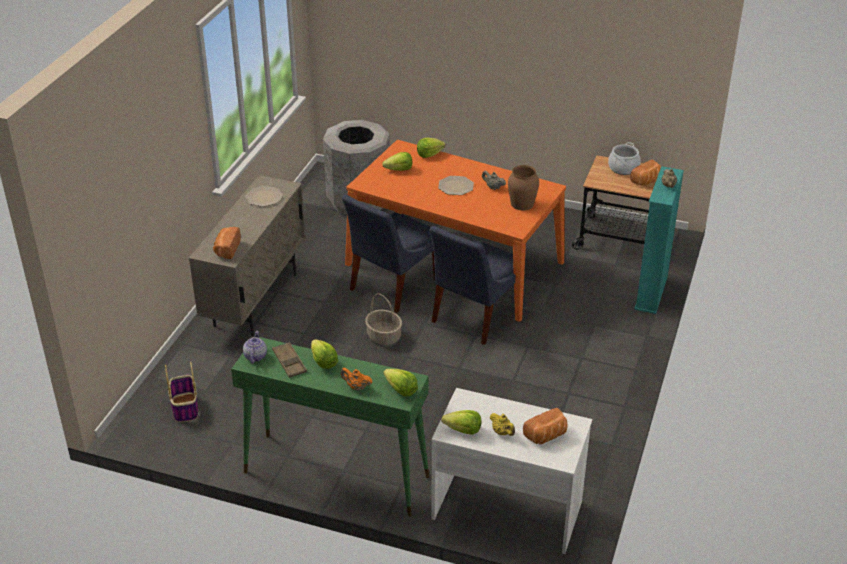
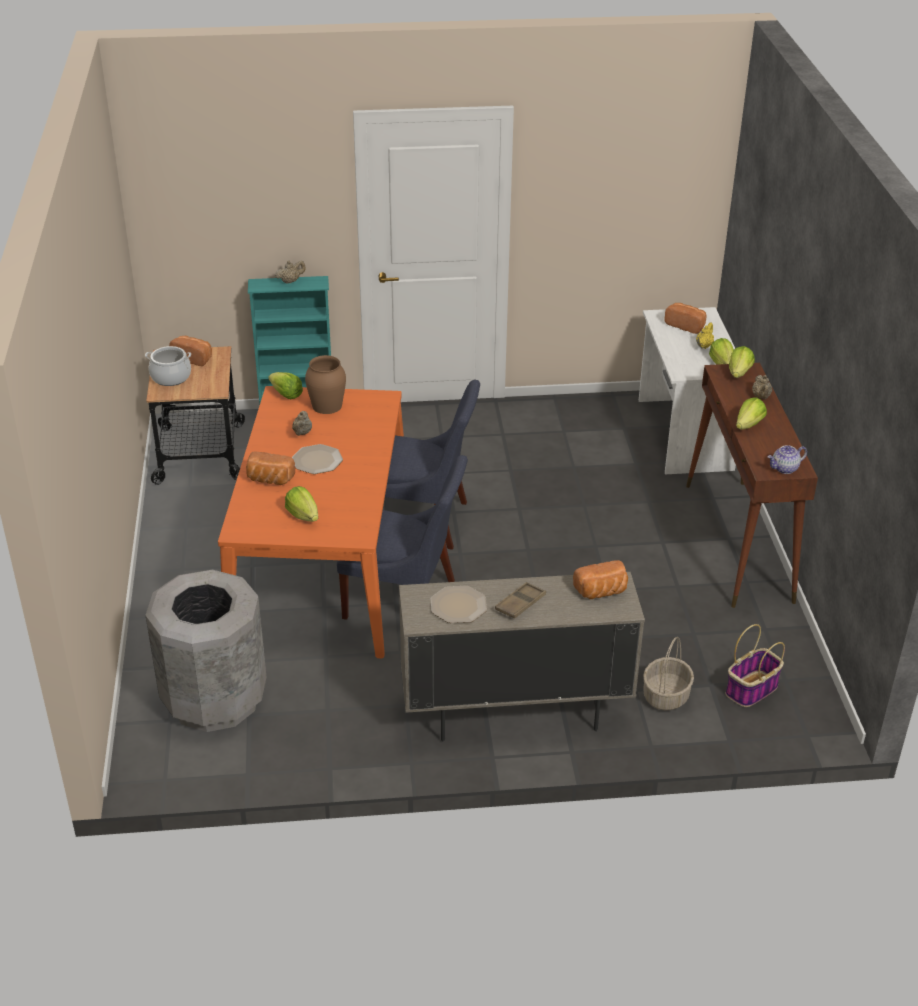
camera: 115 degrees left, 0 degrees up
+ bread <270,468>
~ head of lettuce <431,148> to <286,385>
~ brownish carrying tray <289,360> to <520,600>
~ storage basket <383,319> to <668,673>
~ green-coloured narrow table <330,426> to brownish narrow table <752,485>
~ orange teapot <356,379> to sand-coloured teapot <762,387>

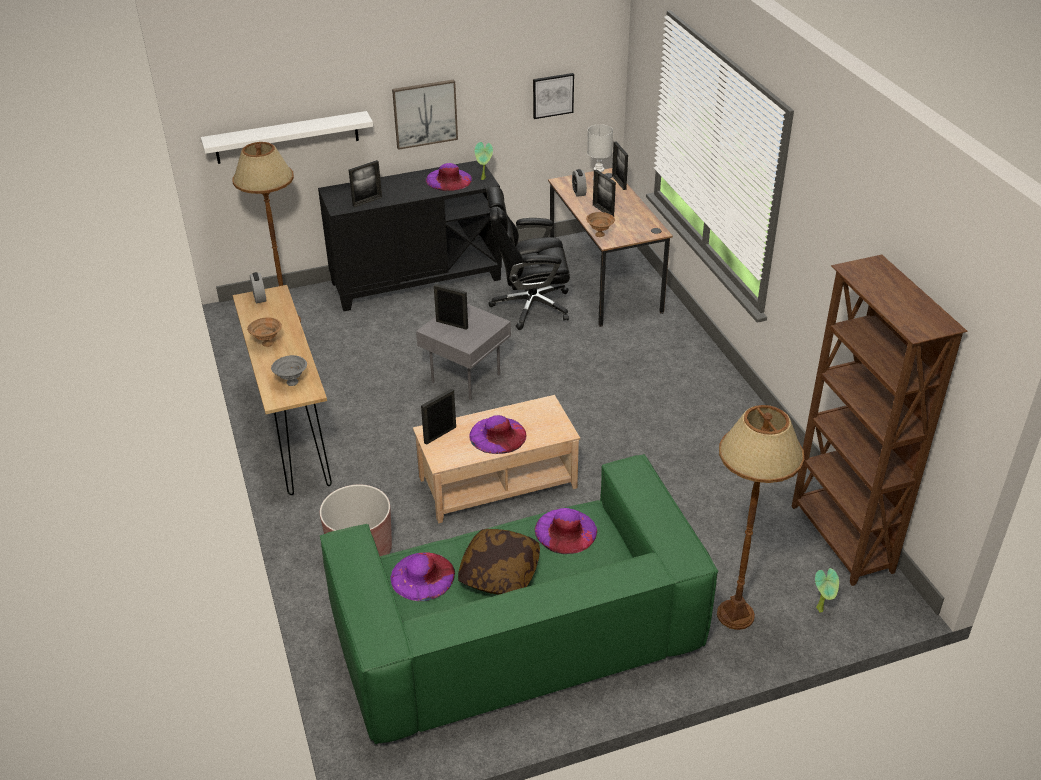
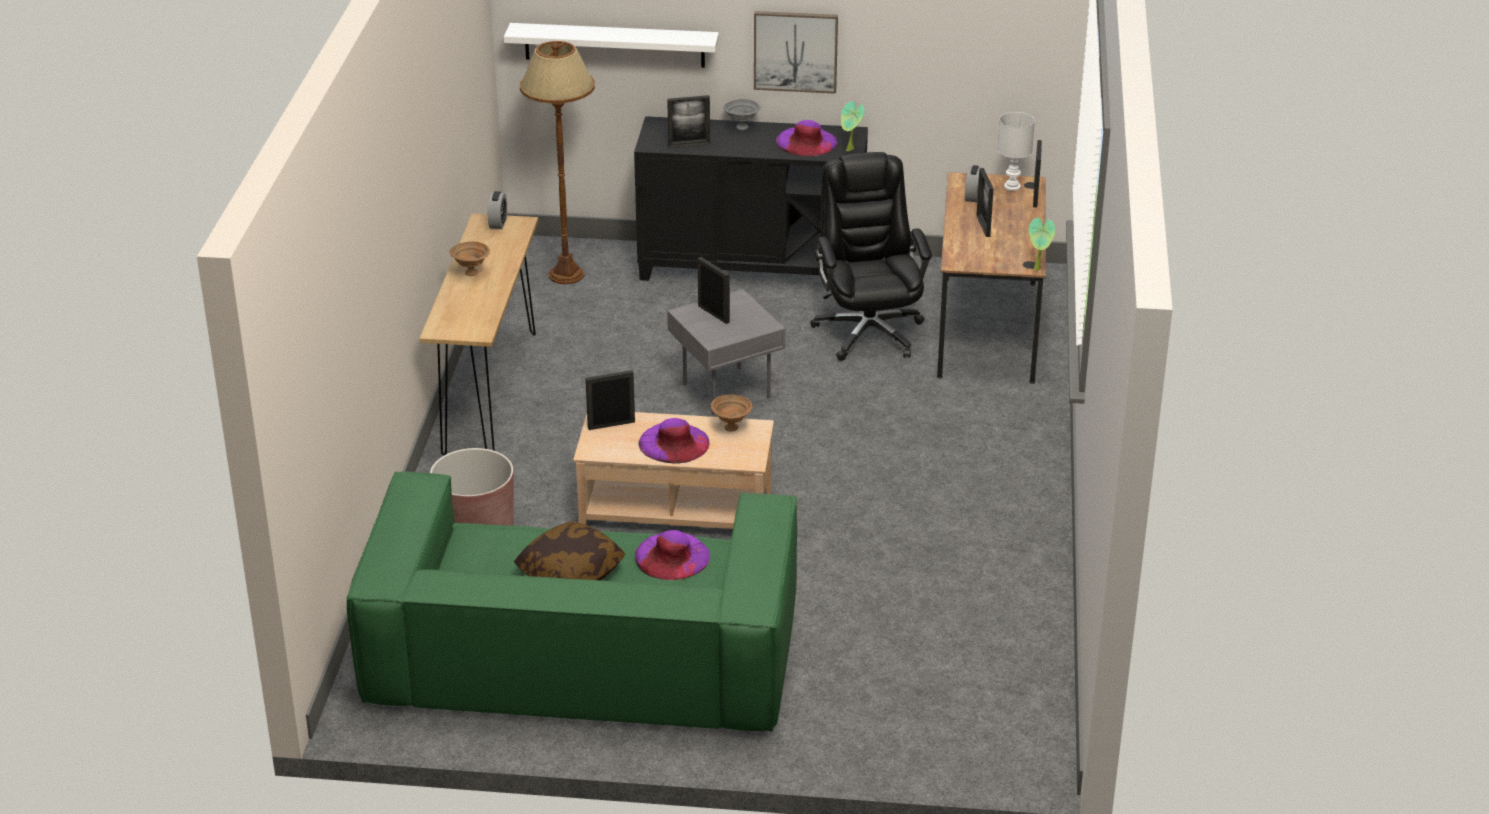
camera: 25 degrees right, 5 degrees down
~ brownish bowl <600,224> to <732,413>
~ grey bowl <289,370> to <742,114>
~ blackish computer chair <528,258> = <871,256> 60 degrees clockwise
~ houseplant <827,590> to <1042,244>
- purple-coloured wearable hat <423,576>
- wall picture <553,96>
- brownish floor lamp <760,517>
- brownish bookshelf <880,420>

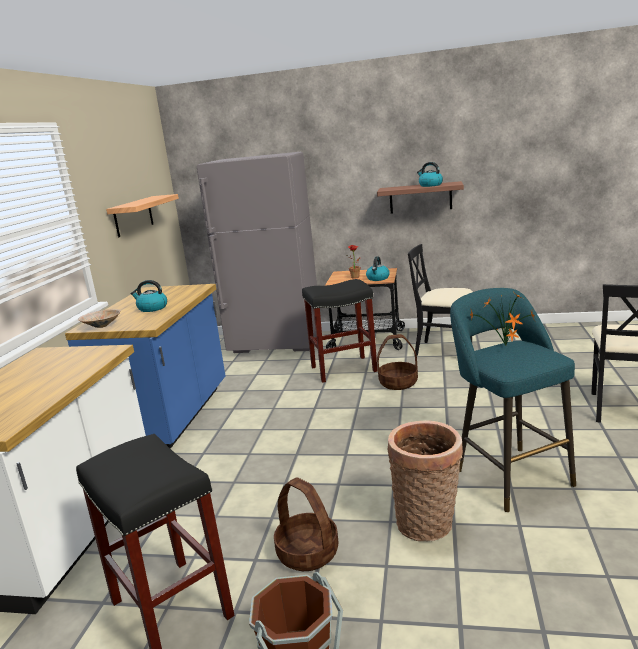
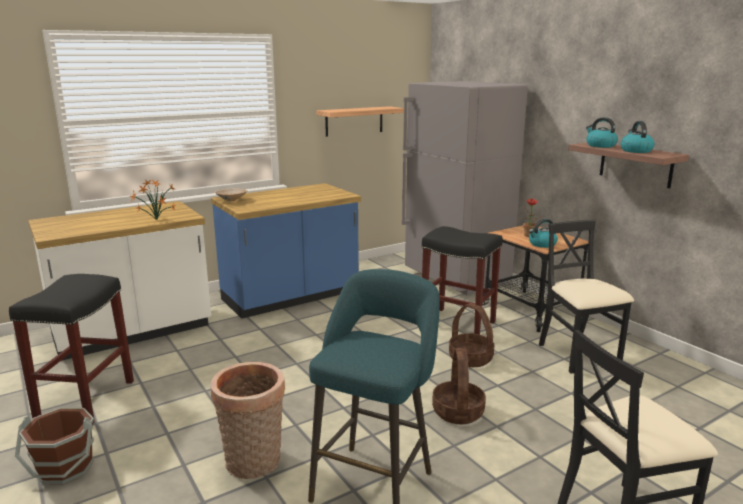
camera: 45 degrees right, 0 degrees up
~ houseplant <502,318> to <153,199>
~ storage basket <306,524> to <459,386>
~ water kettle <149,296> to <602,132>

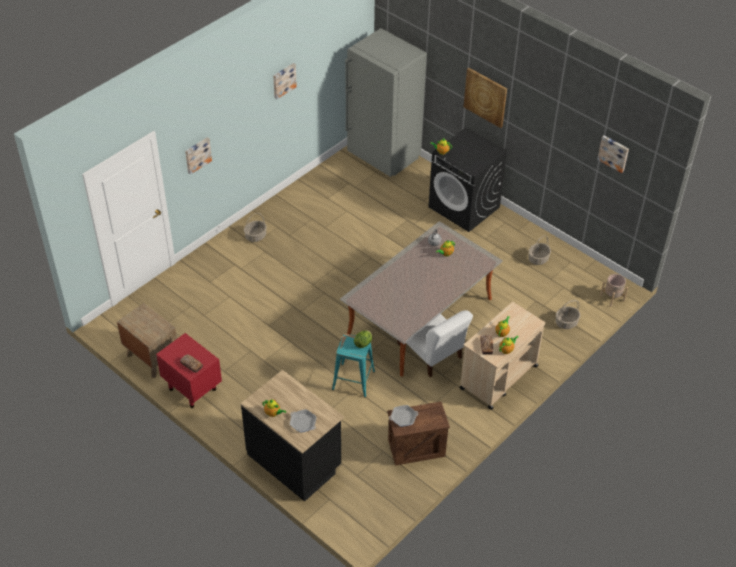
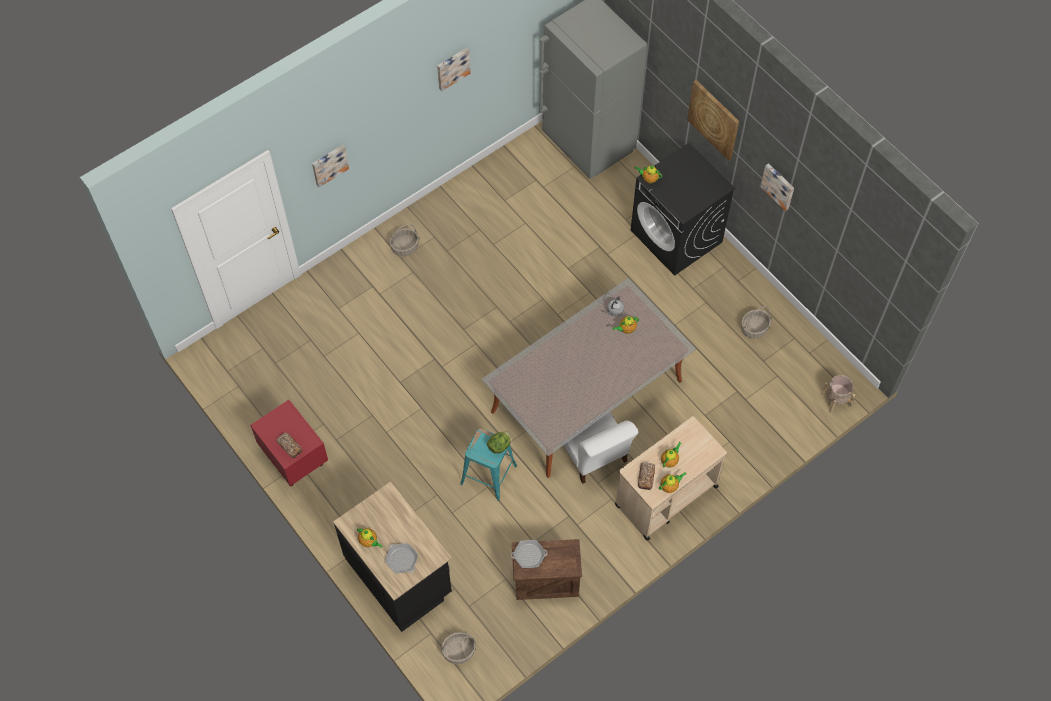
camera: 10 degrees right, 15 degrees up
~ storage basket <568,314> to <458,648>
~ wall picture <613,154> to <777,187>
- brownish night table <147,340>

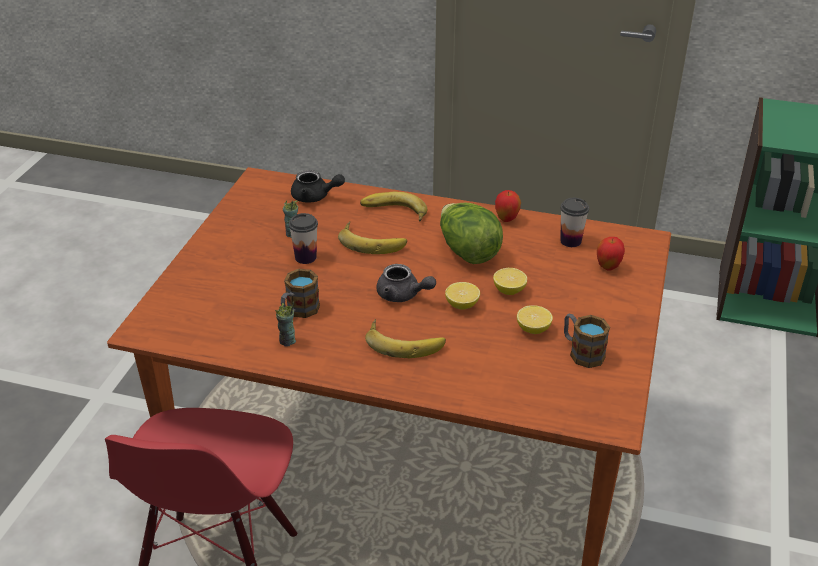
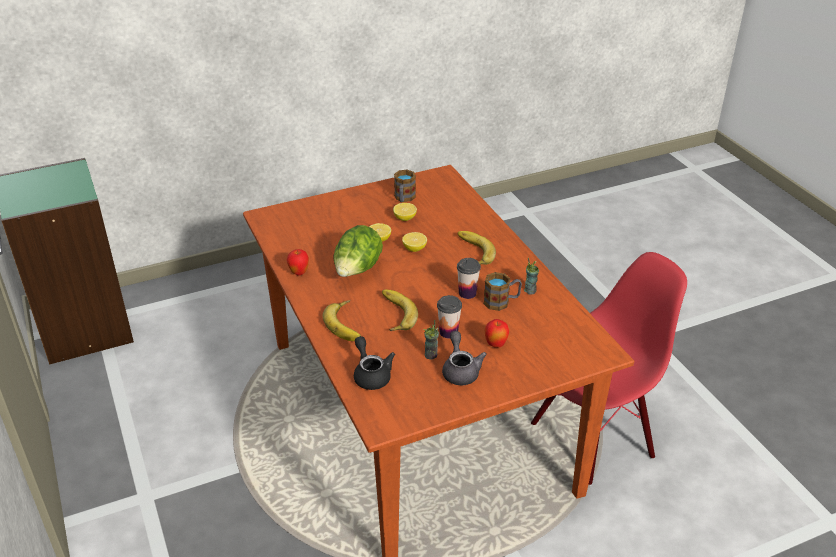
camera: 130 degrees left, 0 degrees up
~ grey teapot <406,283> to <464,358>
~ drinking cup <574,222> to <469,278>
~ apple <611,254> to <497,333>

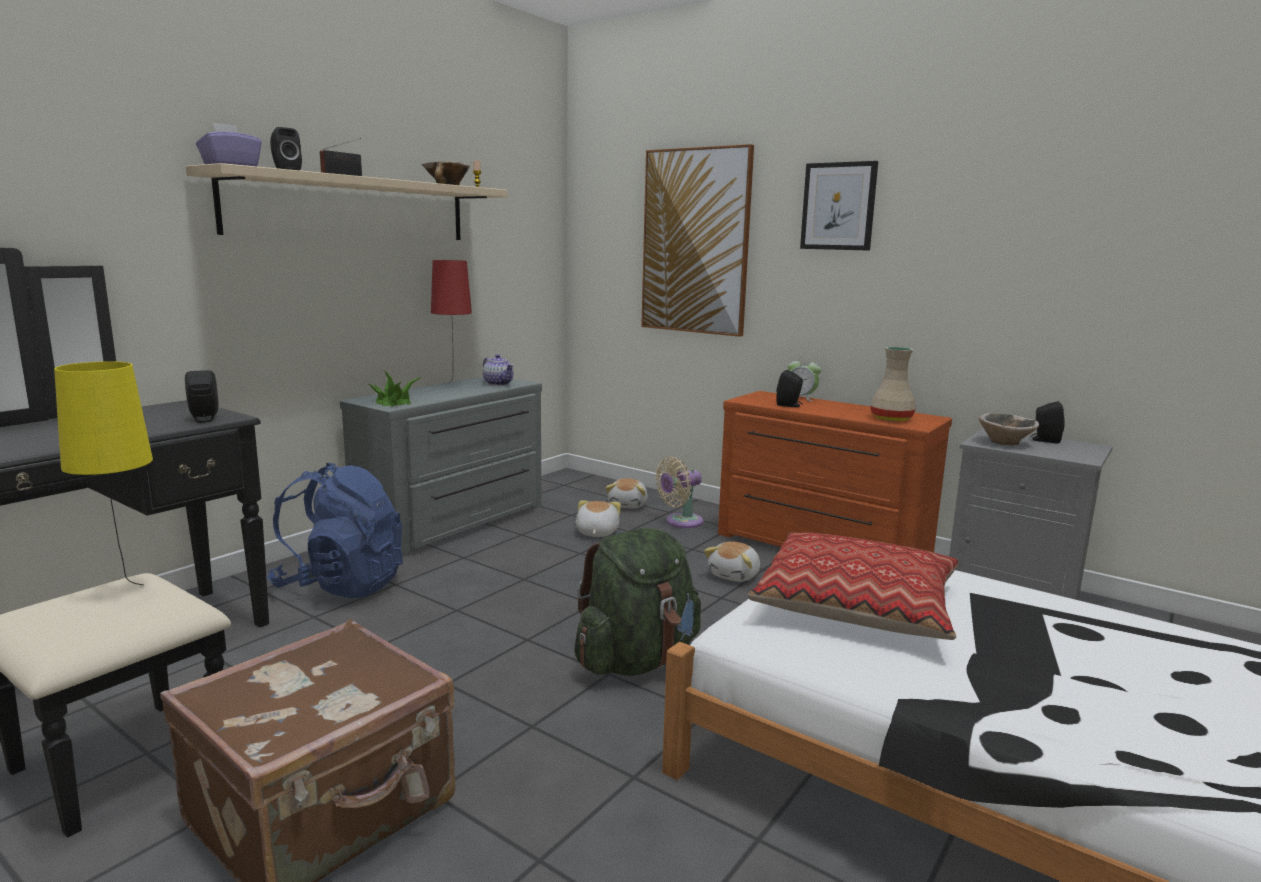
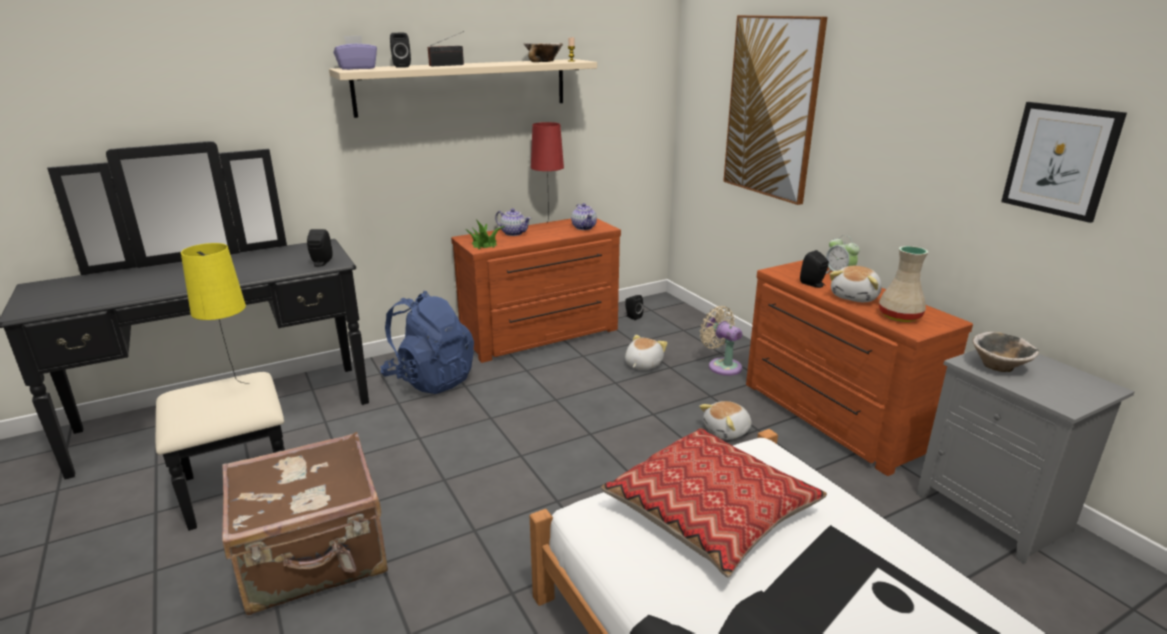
camera: 25 degrees right, 10 degrees up
~ grey drawer chest <441,467> to brownish drawer chest <536,290>
+ teapot <513,222>
~ blackish loudspeaker <1047,422> to <634,307>
~ sand-coloured fan <679,492> = <721,341> 60 degrees clockwise
~ cuddly toy <627,493> to <855,284>
~ wall picture <839,206> to <1064,162>
- green-coloured backpack <637,602>

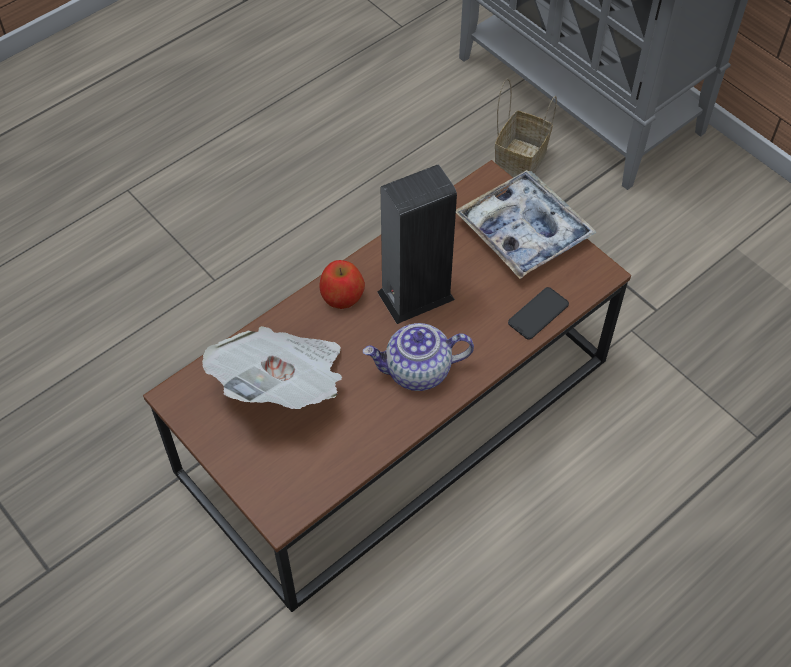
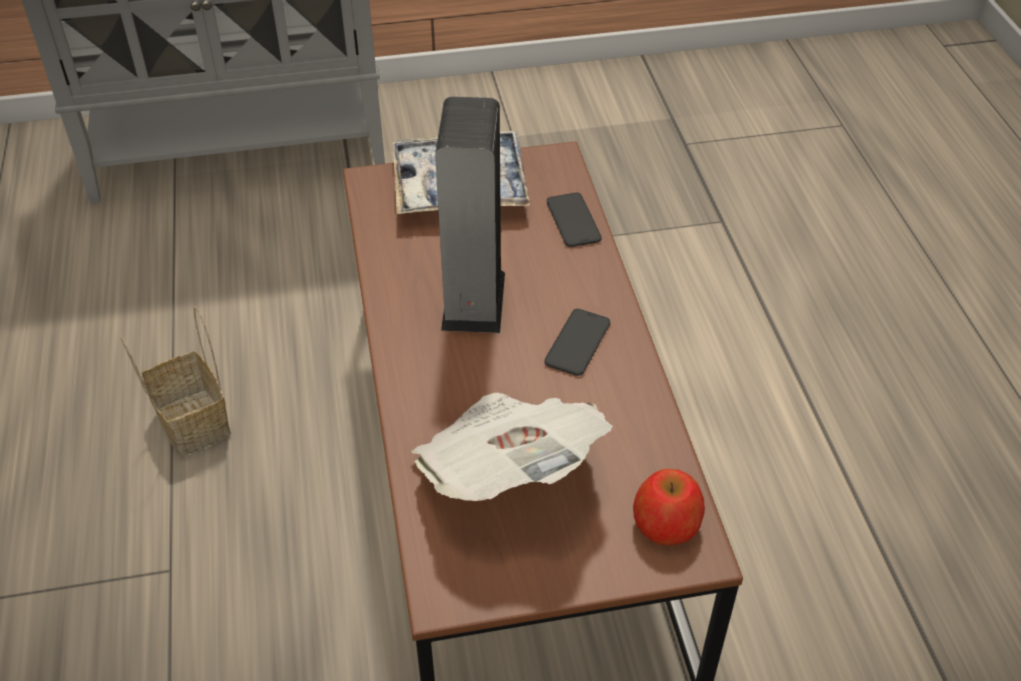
camera: 60 degrees left, 10 degrees down
~ storage basket <526,128> to <175,381>
~ teapot <418,357> to handset <577,342>
~ apple <342,284> to <669,507>

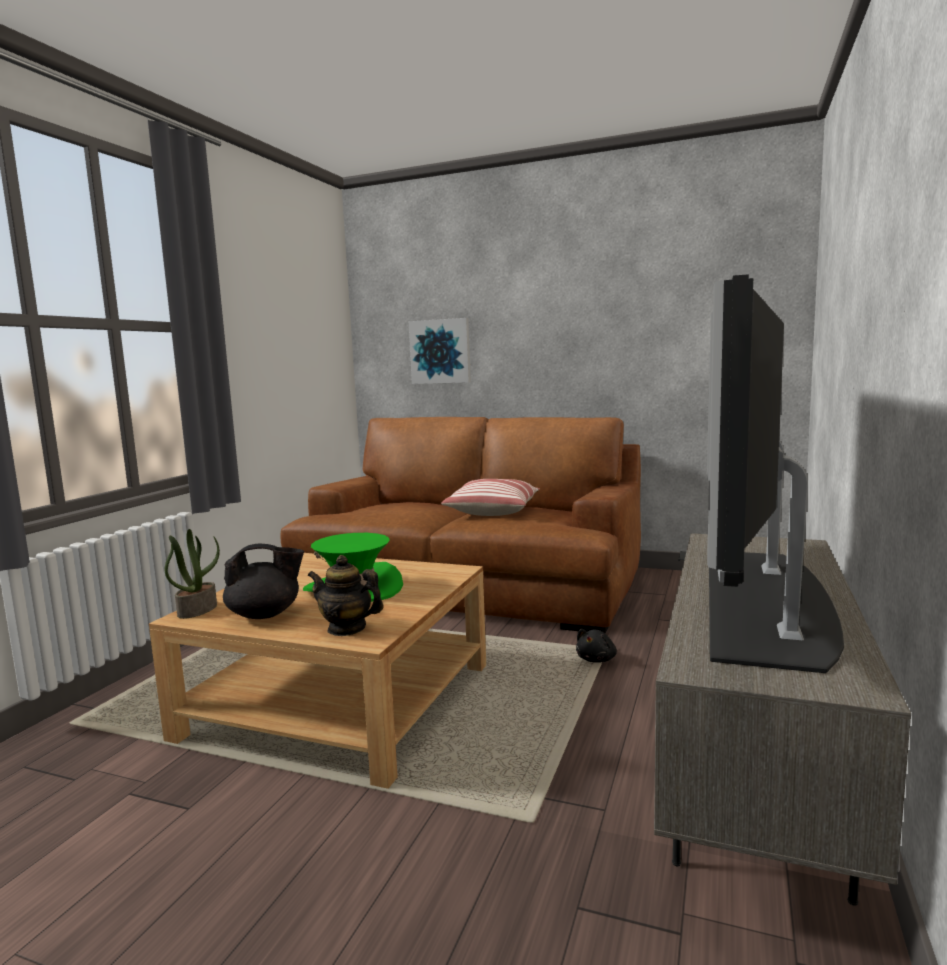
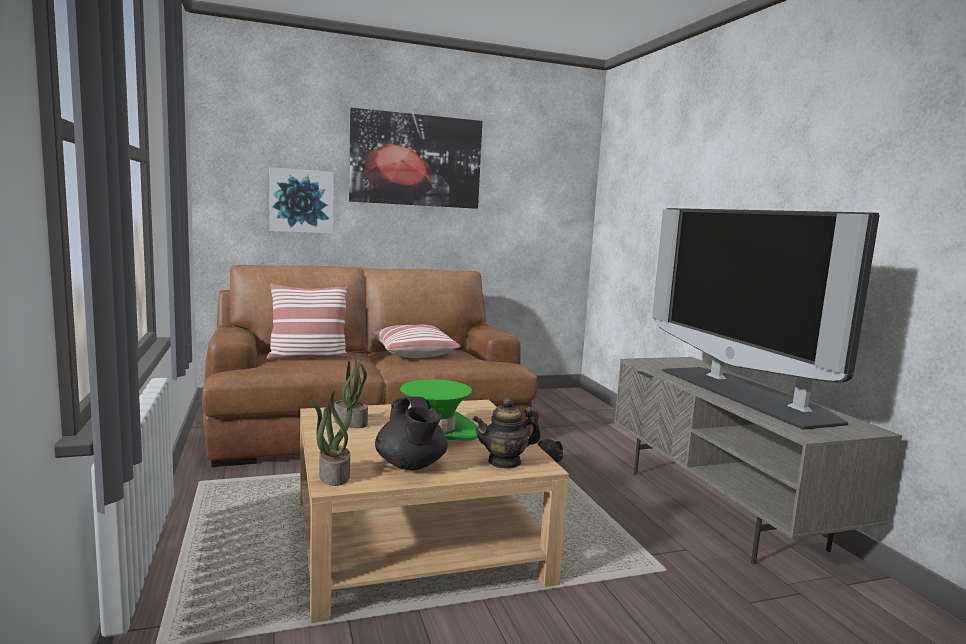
camera: 40 degrees left, 0 degrees up
+ throw pillow <307,321>
+ houseplant <351,391>
+ wall picture <415,158>
~ blackish teapot <263,581> = <411,433> 120 degrees clockwise

